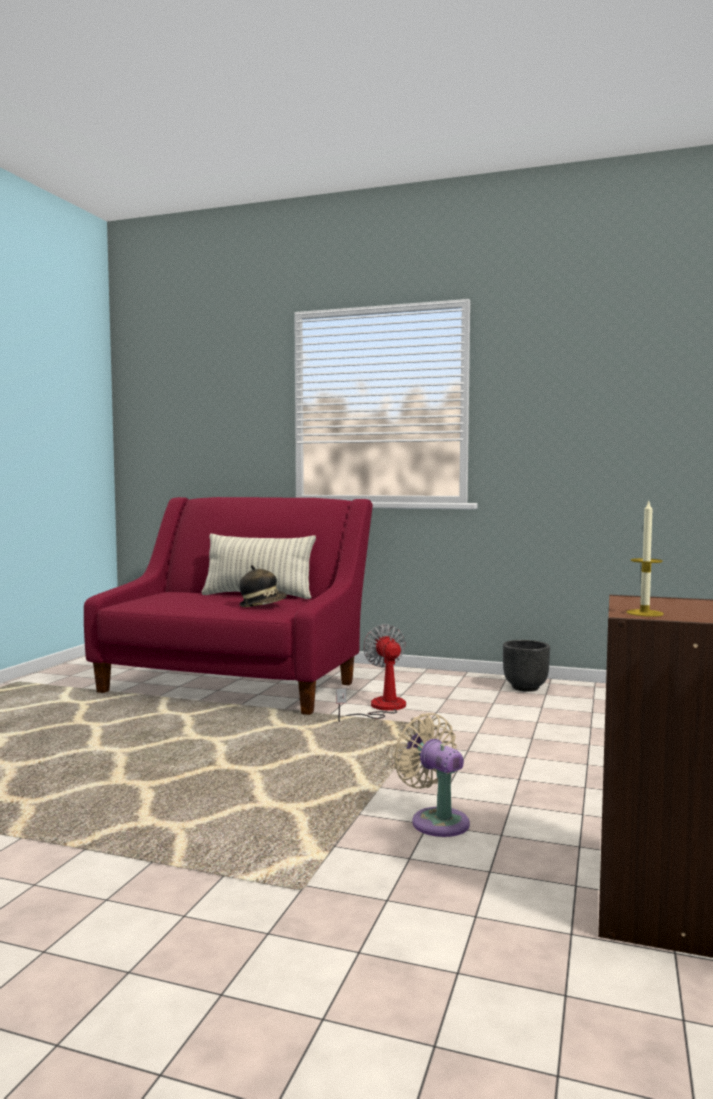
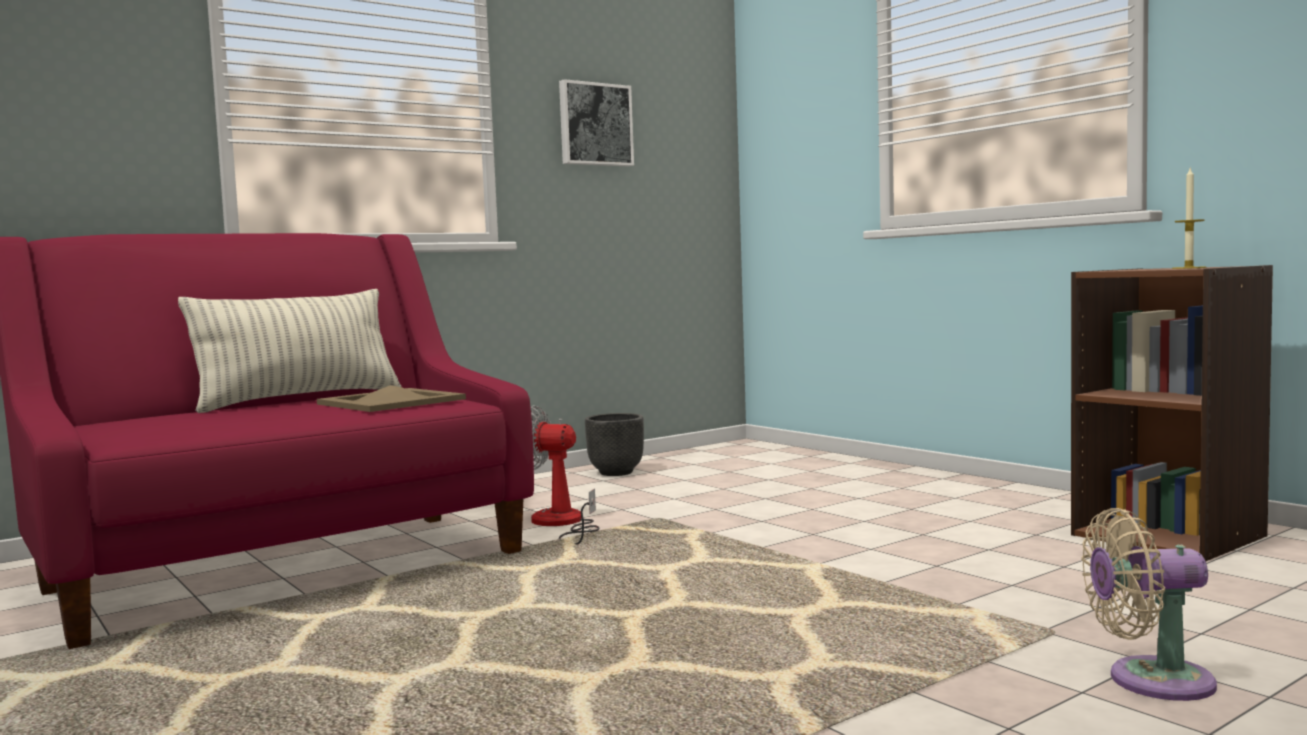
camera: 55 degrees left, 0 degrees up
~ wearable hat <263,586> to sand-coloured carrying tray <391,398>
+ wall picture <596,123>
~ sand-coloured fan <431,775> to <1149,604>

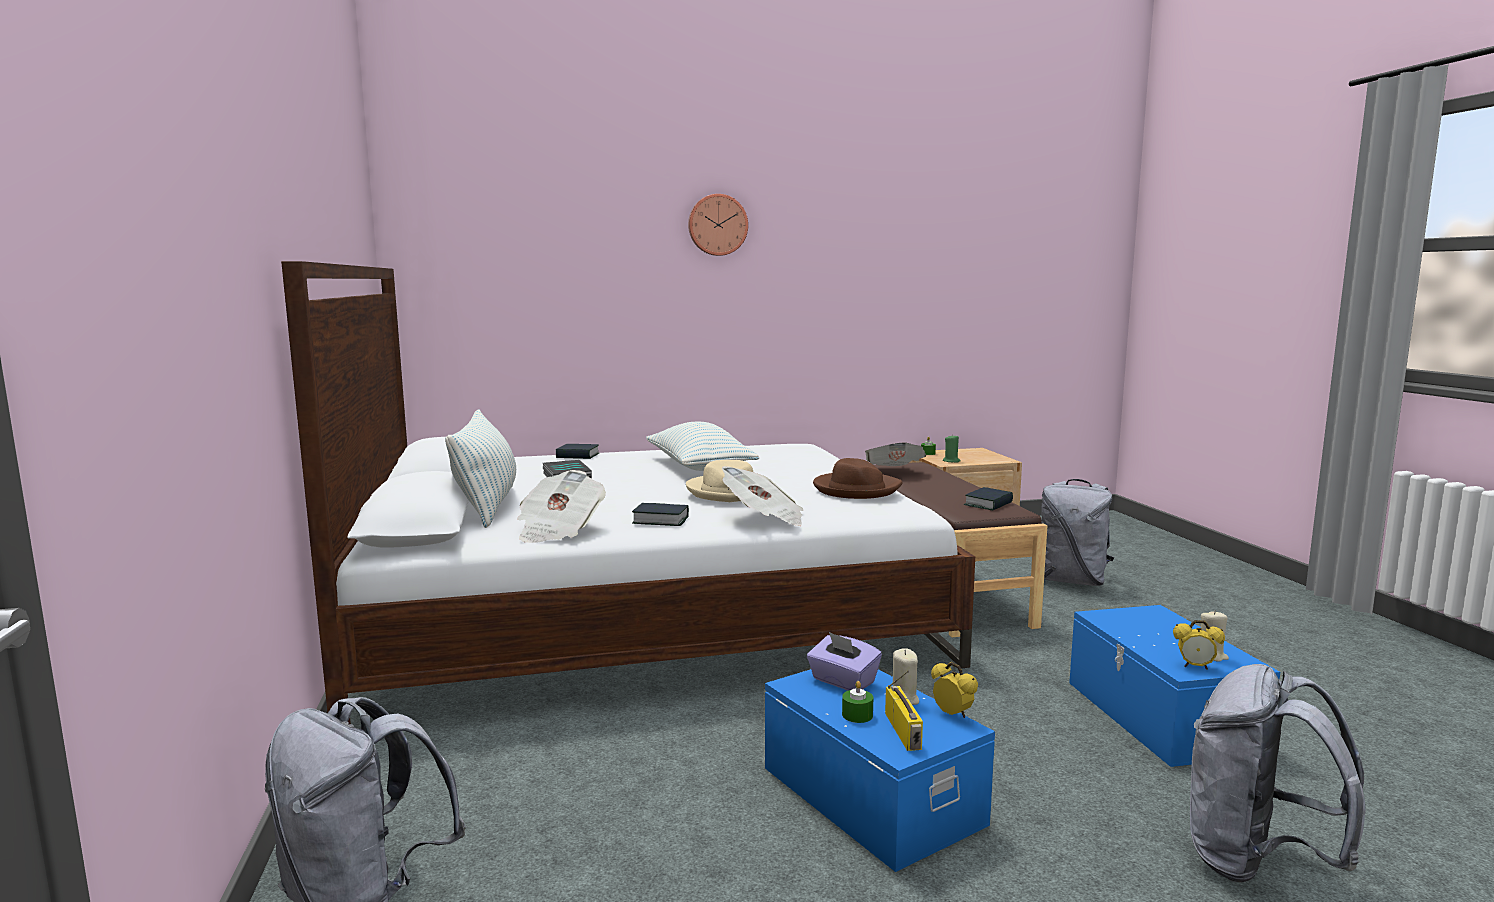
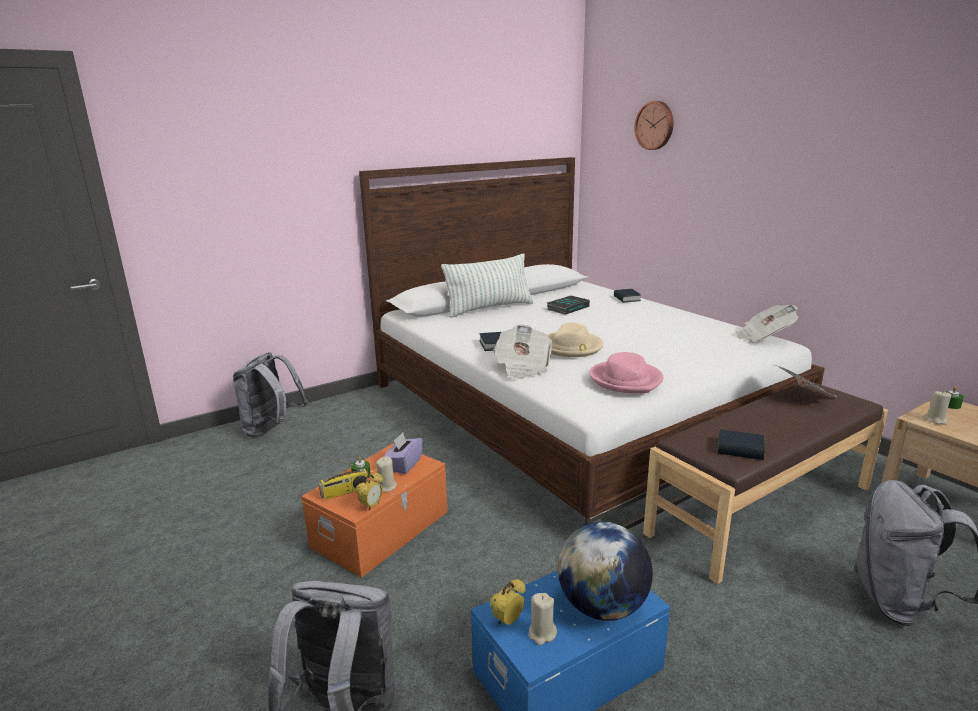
camera: 70 degrees right, 10 degrees up
~ bluish storage container <880,770> to orange storage container <374,510>
~ bedside clock <1199,645> = <508,602> 45 degrees clockwise
+ globe <605,571>
~ brownish wearable hat <858,478> to pink wearable hat <626,372>
~ hanging clock <718,225> to <654,125>
~ printed paper <561,506> to <765,323>
~ green-coloured wax light <952,448> to sand-coloured wax light <938,407>
- throw pillow <702,446>

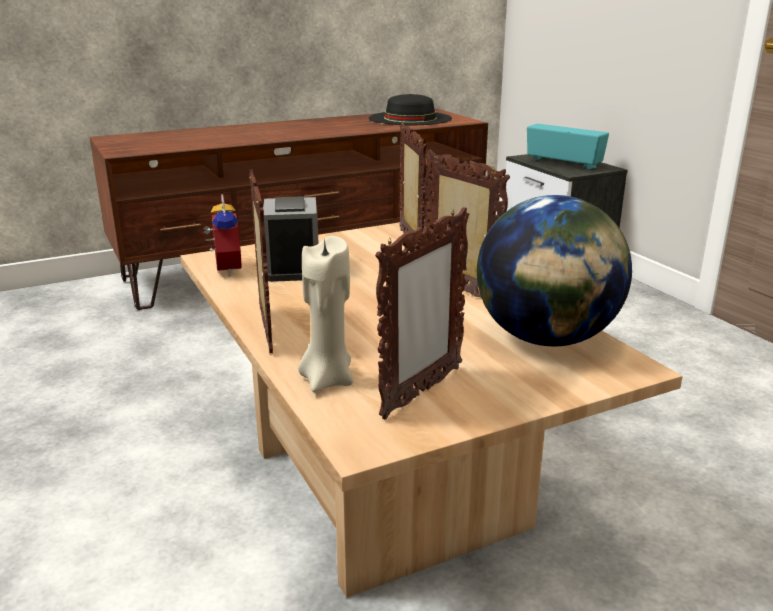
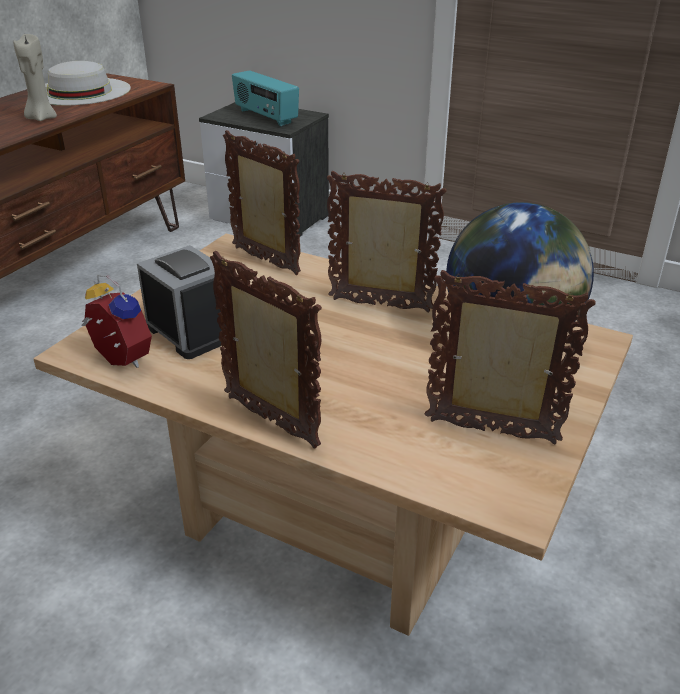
camera: 35 degrees left, 10 degrees up
~ sand-coloured wax light <325,314> to <35,77>
~ blackish wearable hat <410,109> to white wearable hat <88,83>
~ radio <568,147> = <265,98> 135 degrees counterclockwise
~ photo frame <422,313> = <510,357> 75 degrees counterclockwise

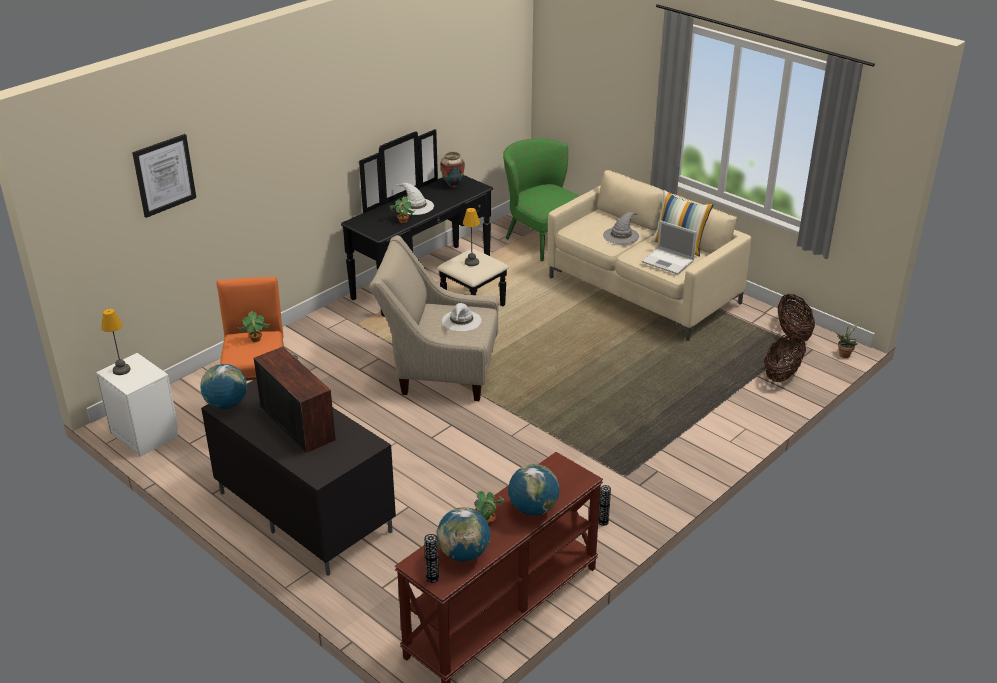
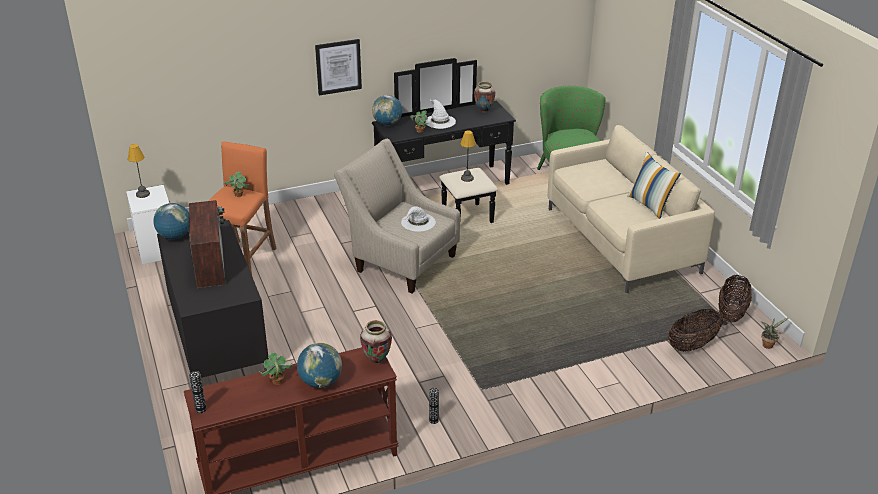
camera: 25 degrees right, 0 degrees up
~ wall picture <164,176> to <338,67>
+ vase <376,342>
~ globe <463,534> to <387,110>
- grey wearable hat <621,228>
- portable computer <669,247>

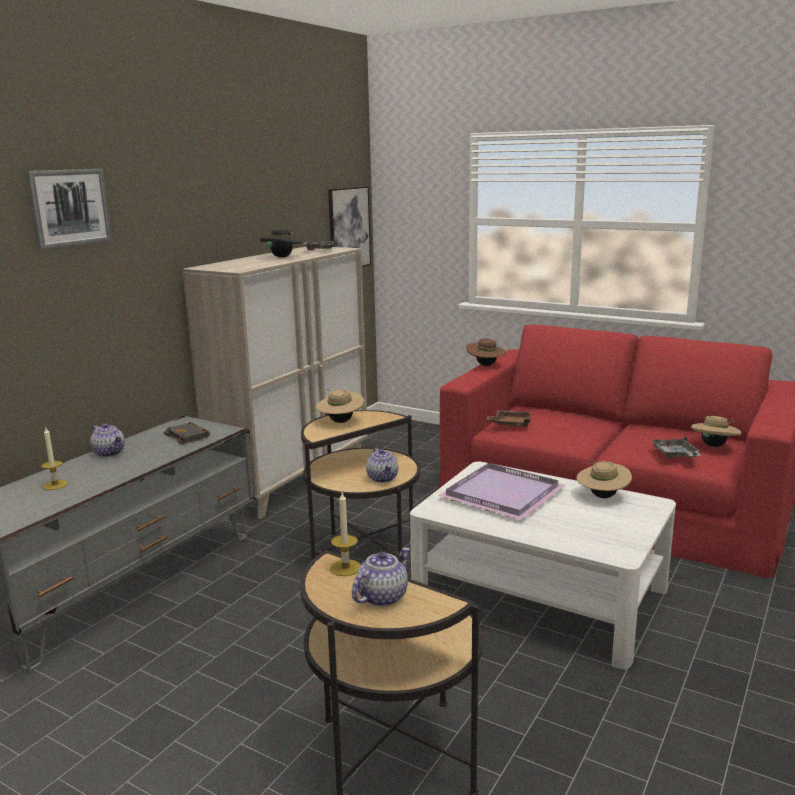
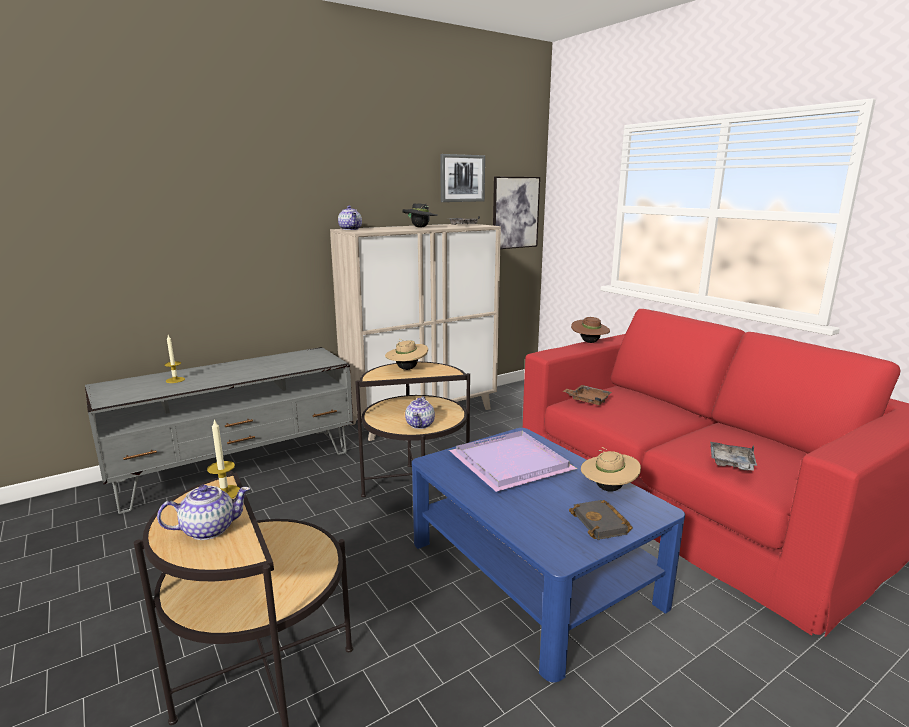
camera: 25 degrees right, 0 degrees up
~ teapot <107,440> to <350,218>
~ white low table <543,565> to bluish low table <548,555>
~ wall picture <69,209> to <462,178>
~ blackish book <186,433> to <601,520>
- sand-coloured wearable hat <716,431>

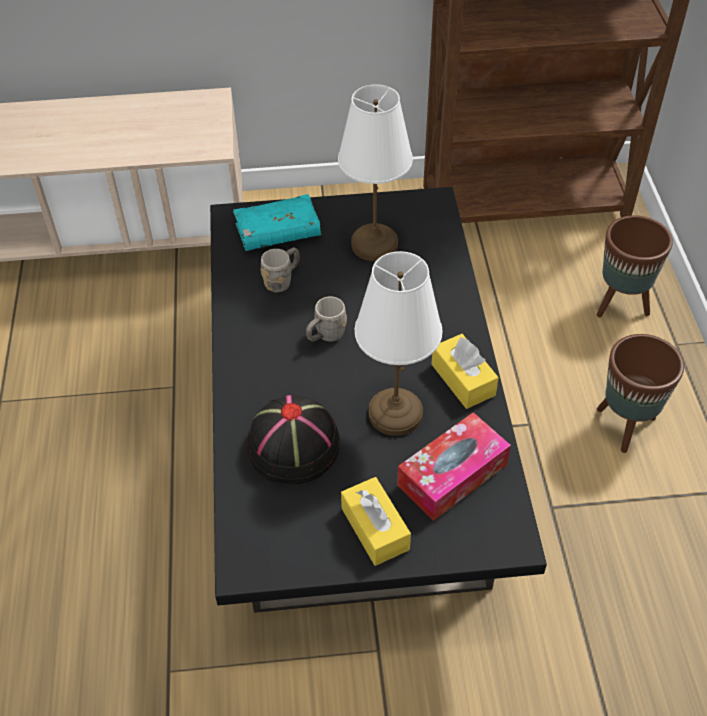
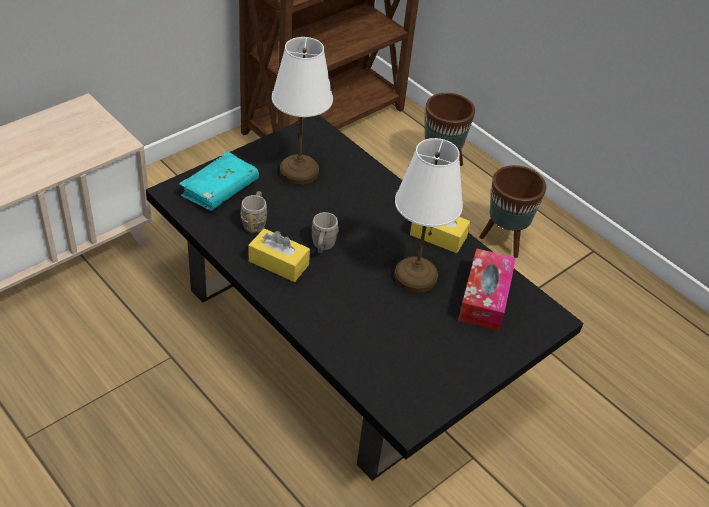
camera: 40 degrees left, 5 degrees down
~ yellowish tissue box <376,521> to <279,255>
- blackish wearable hat <293,439>

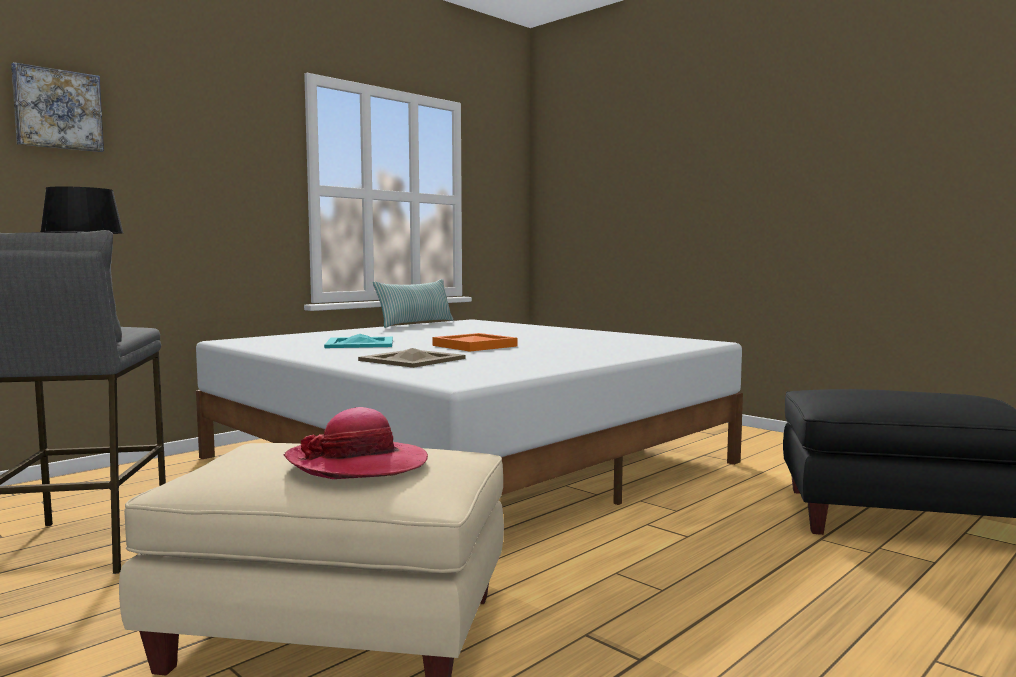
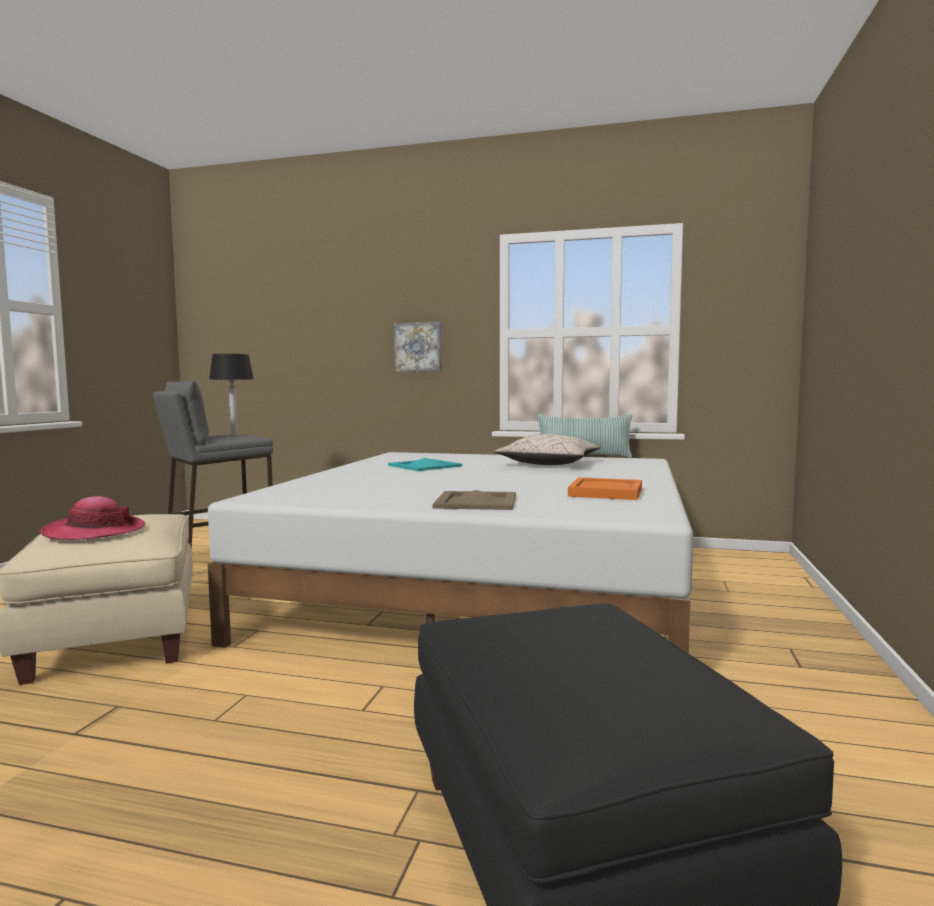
camera: 60 degrees right, 0 degrees up
~ wall picture <57,107> to <418,347>
~ sand-coloured carrying tray <412,358> to <474,500>
+ sand-coloured throw pillow <547,449>
~ orange carrying tray <474,342> to <605,488>

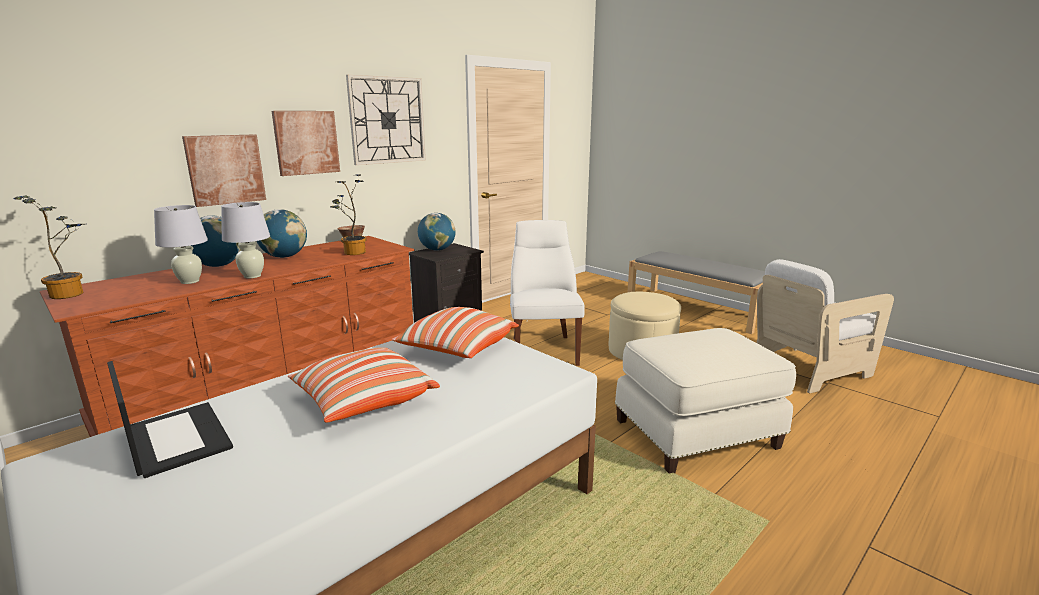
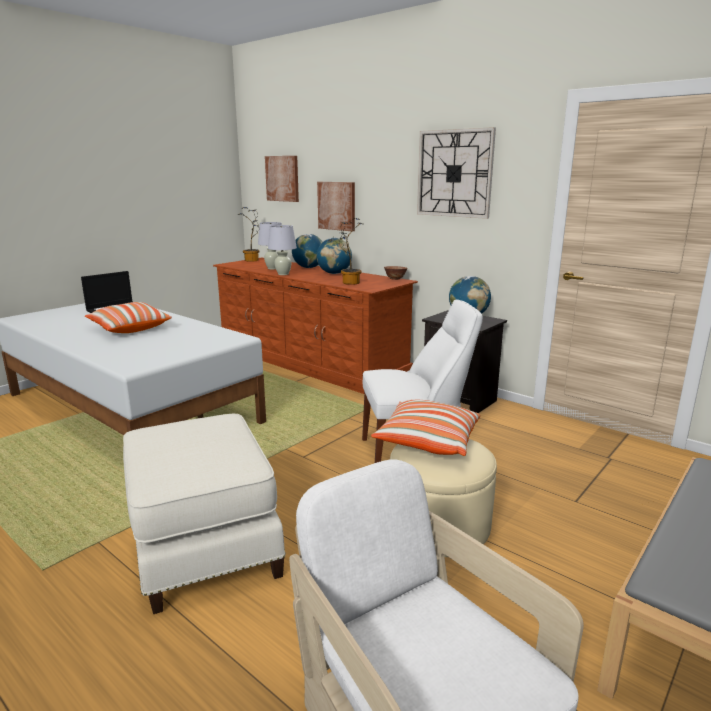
camera: 85 degrees right, 0 degrees up
~ wall picture <306,143> to <282,179>
~ throw pillow <455,332> to <425,428>

